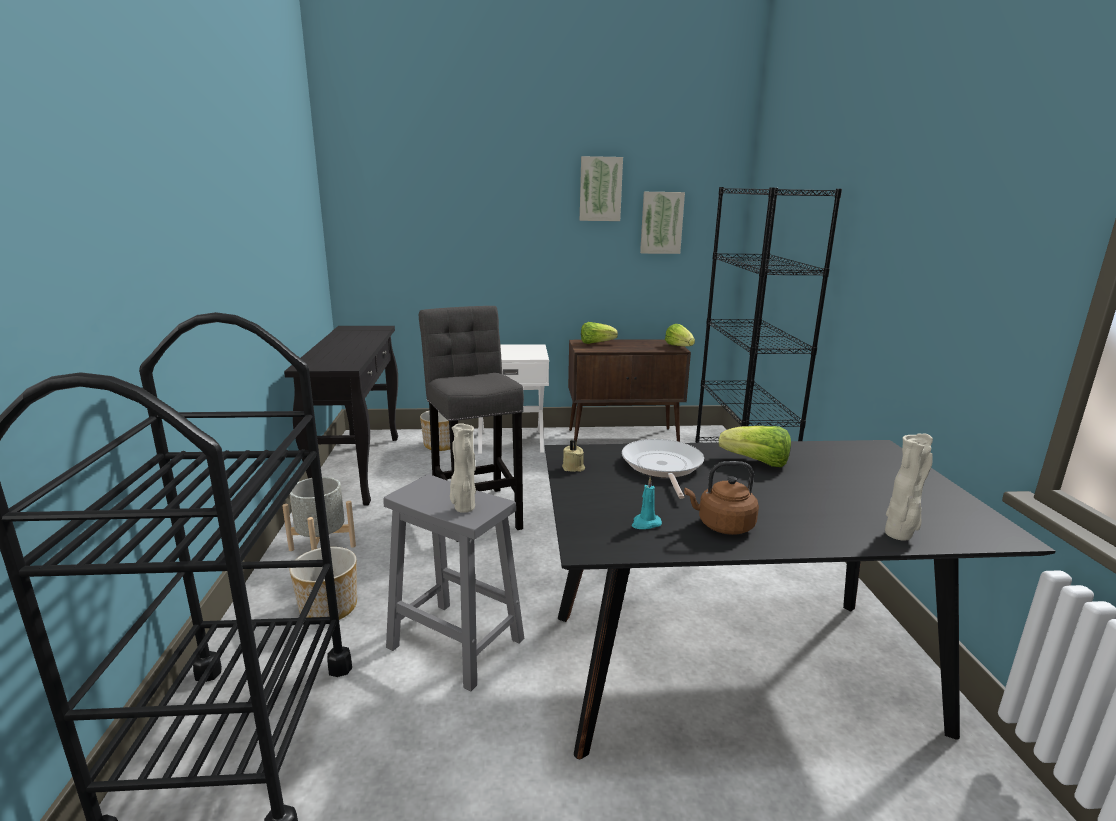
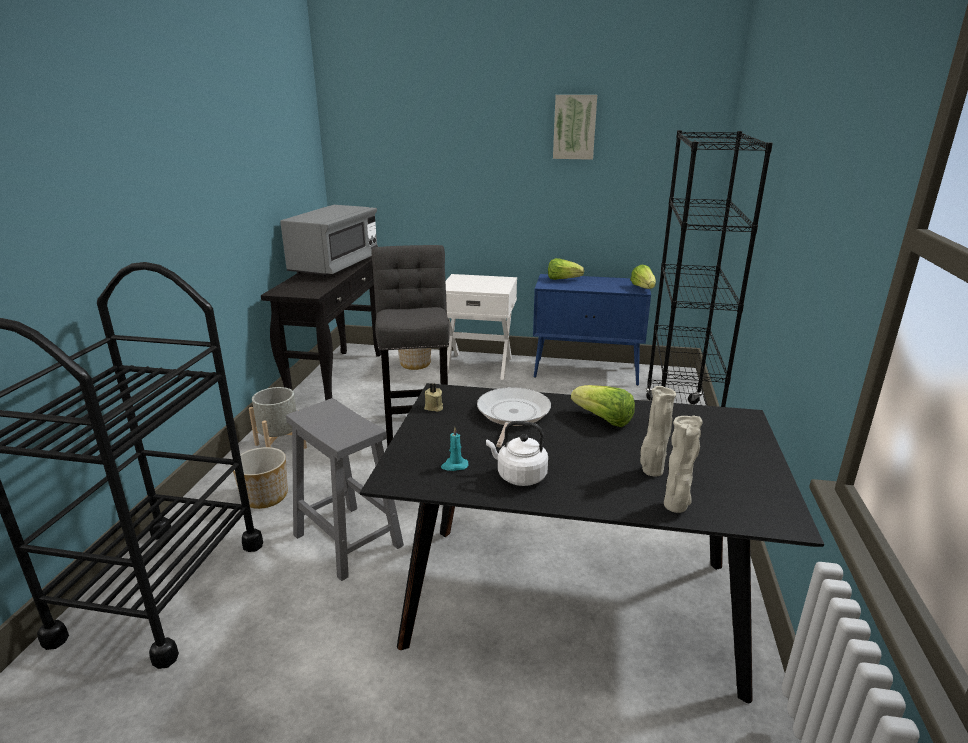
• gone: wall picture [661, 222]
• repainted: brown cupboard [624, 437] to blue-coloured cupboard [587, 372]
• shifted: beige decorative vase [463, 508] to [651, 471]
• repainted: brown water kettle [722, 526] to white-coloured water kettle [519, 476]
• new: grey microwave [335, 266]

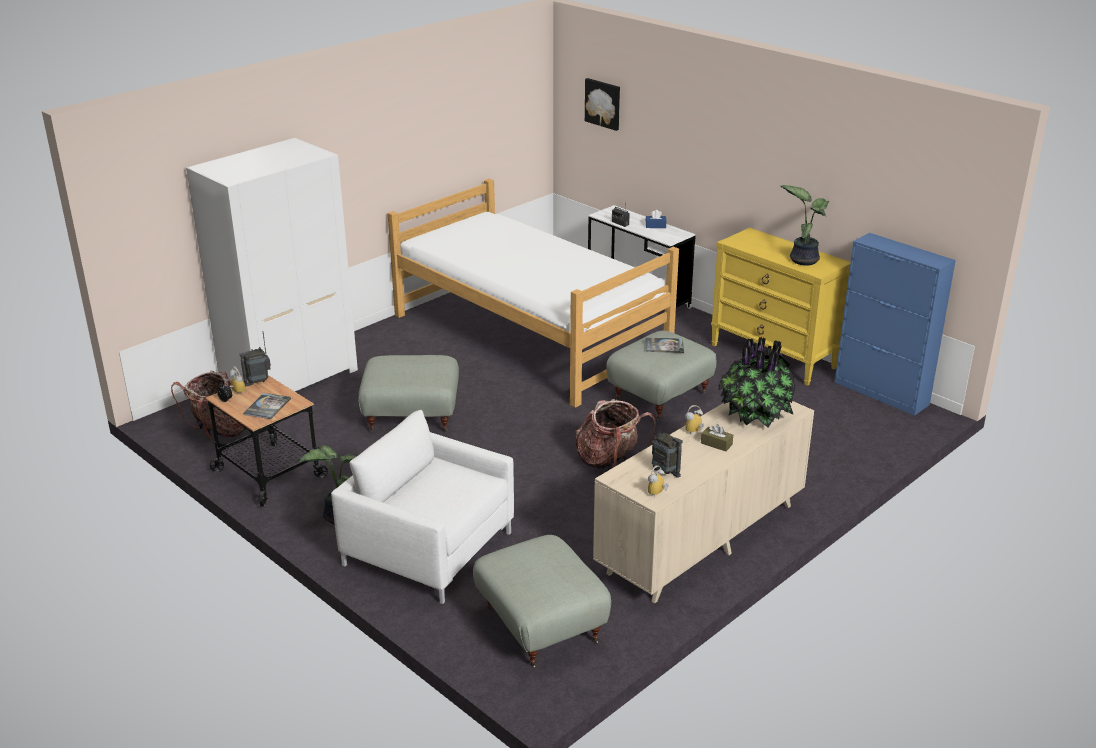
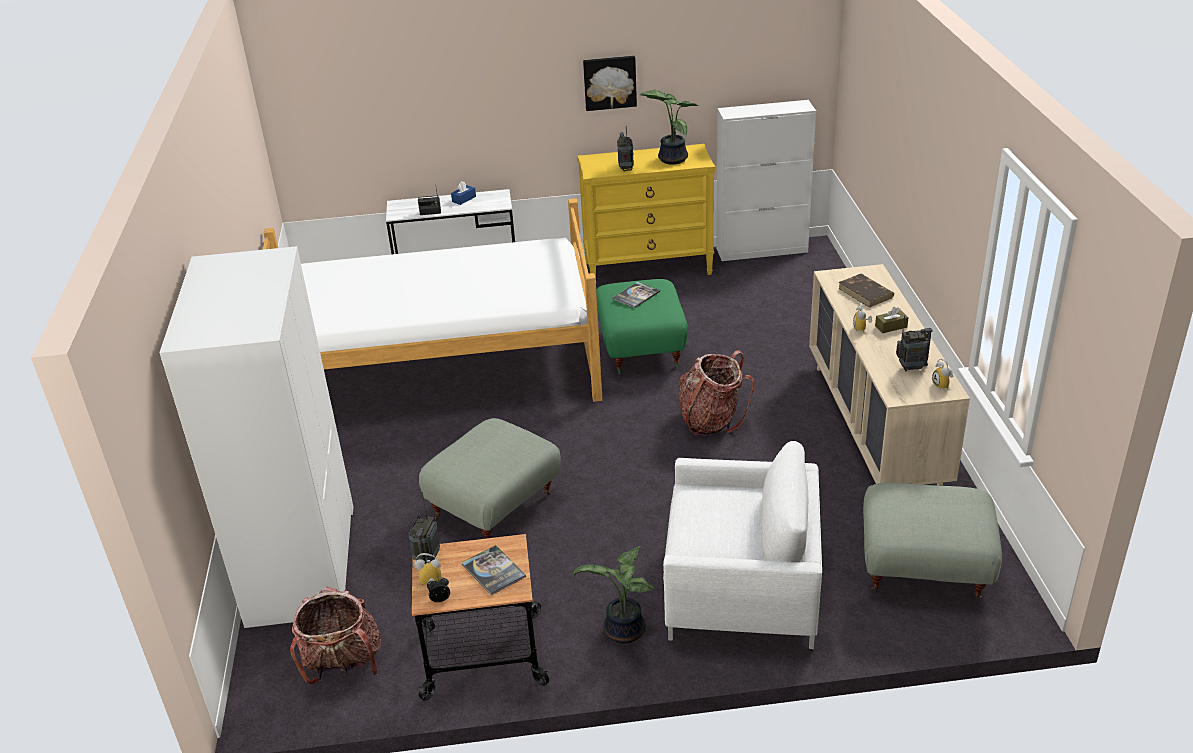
• shifted: wall picture [603, 103] to [609, 82]
• repainted: blue-coloured cupboard [881, 393] to white-coloured cupboard [762, 250]
• repainted: grey footrest [659, 396] to green-coloured footrest [640, 349]
• swapped: potted plant [753, 417] to brown bound book [866, 293]
• rotated: white-coloured lounge chair [428, 549] = [742, 590] 150 degrees counterclockwise
• new: radio [626, 169]

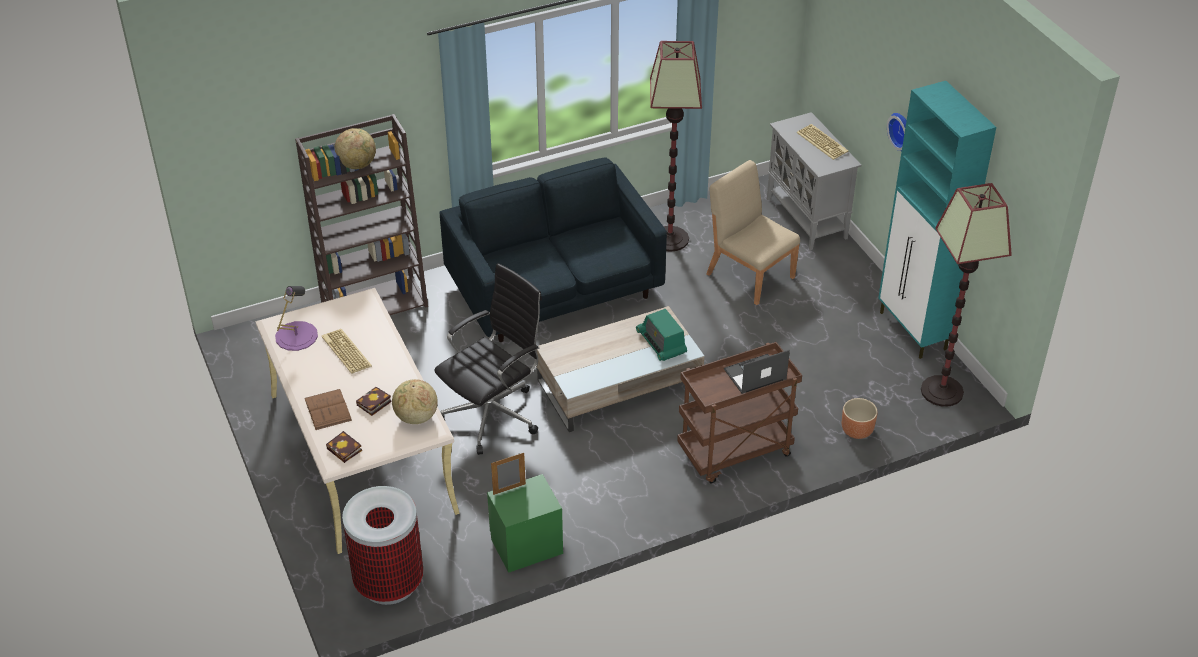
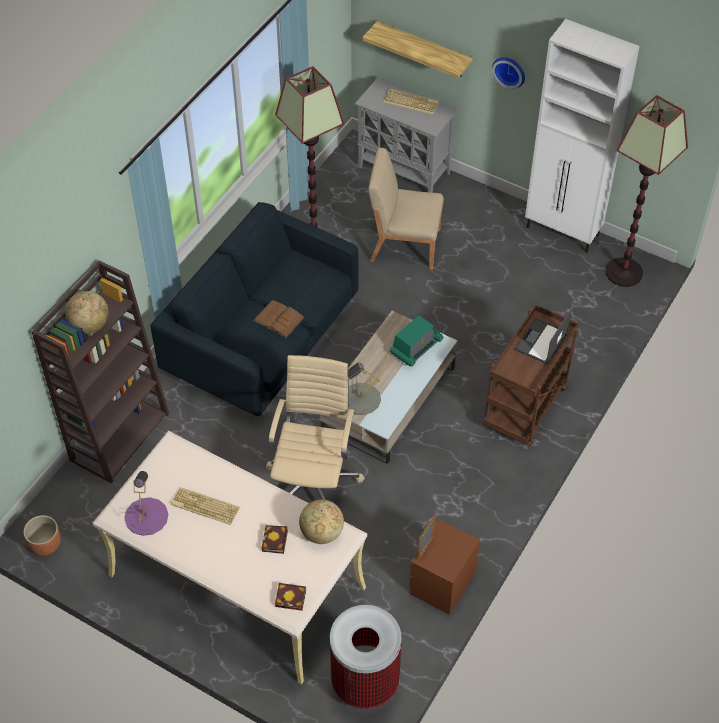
• repainted: turquoise cupboard [913, 331] to white-coloured cupboard [563, 231]
• repainted: black computer chair [493, 414] to beige computer chair [313, 482]
• rotated: radio [661, 343] = [416, 347] 75 degrees counterclockwise
• shifted: brown bound book [328, 409] to [279, 318]
• shifted: brown planter [856, 430] to [45, 544]
• repainted: green-coloured bedside table [526, 545] to brown bedside table [441, 582]
• new: bracket shelf [423, 50]
• new: grey tabletop lamp [361, 399]

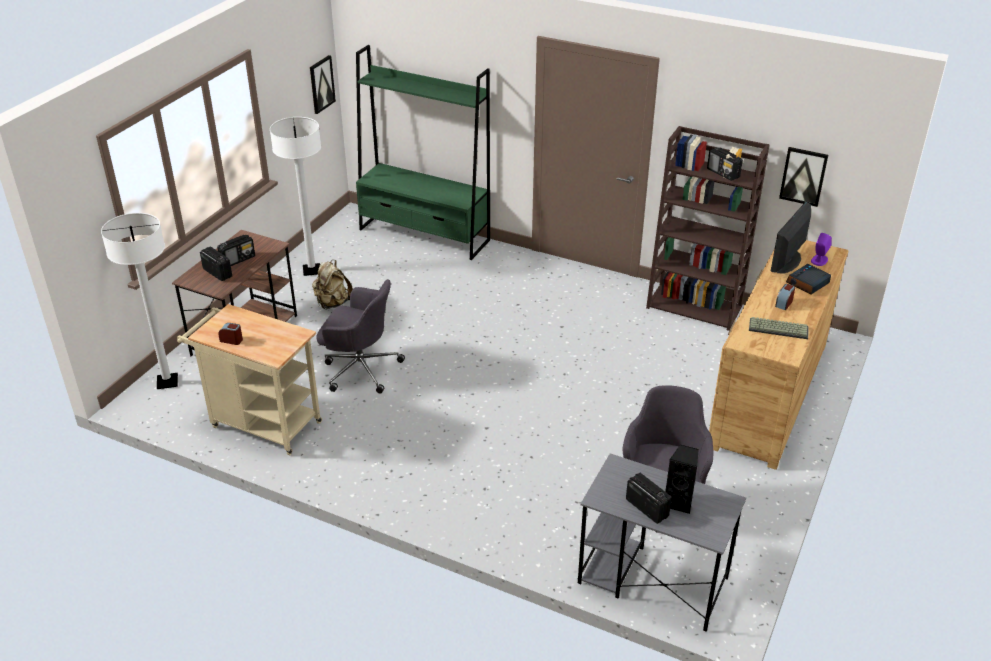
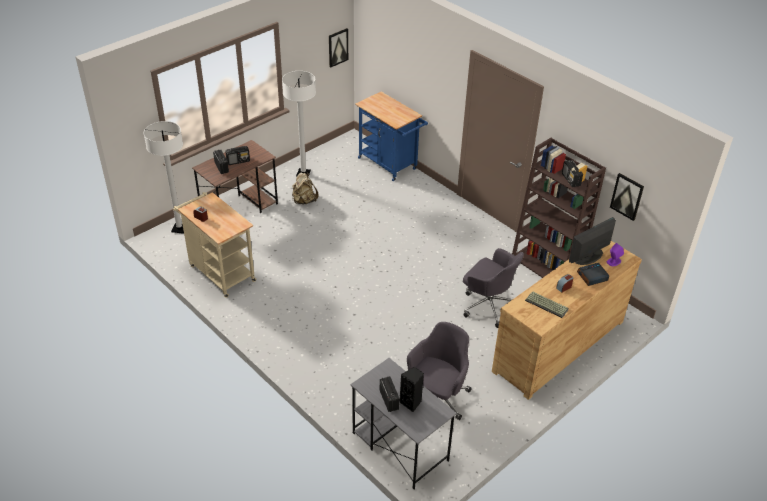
• swapped: green-coloured bookshelf [424, 235] to blue-coloured trolley [390, 165]
• shifted: grey computer chair [360, 368] to [488, 304]

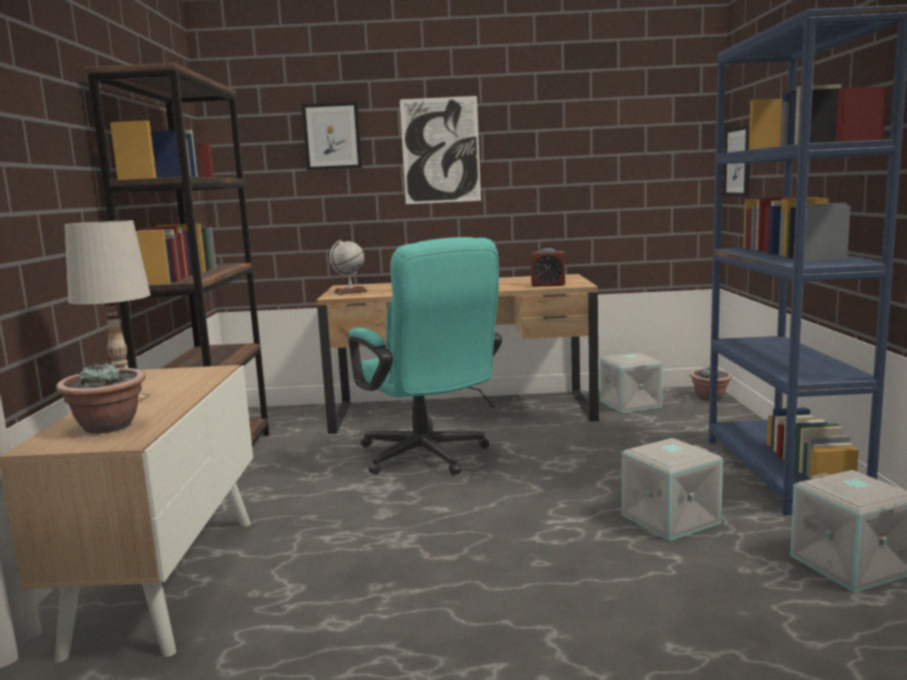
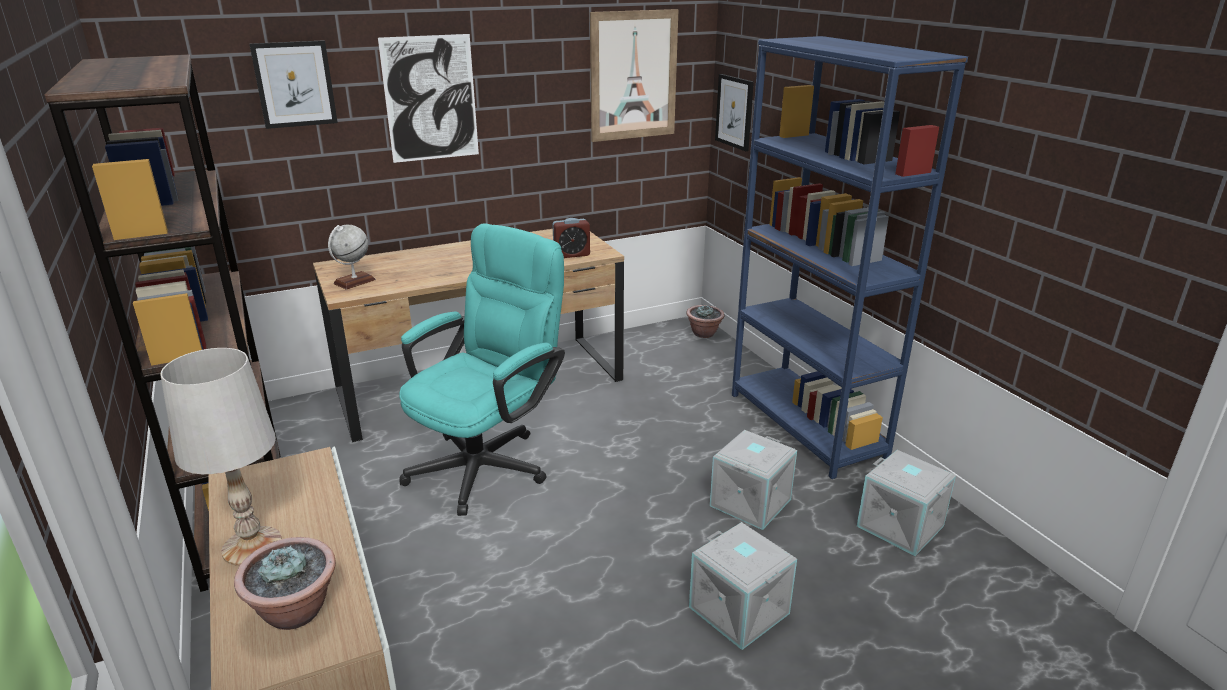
• rotated: turquoise computer chair [428, 458] = [489, 462] 90 degrees counterclockwise
• shifted: grey storage box [631, 404] to [740, 610]
• new: wall picture [633, 76]

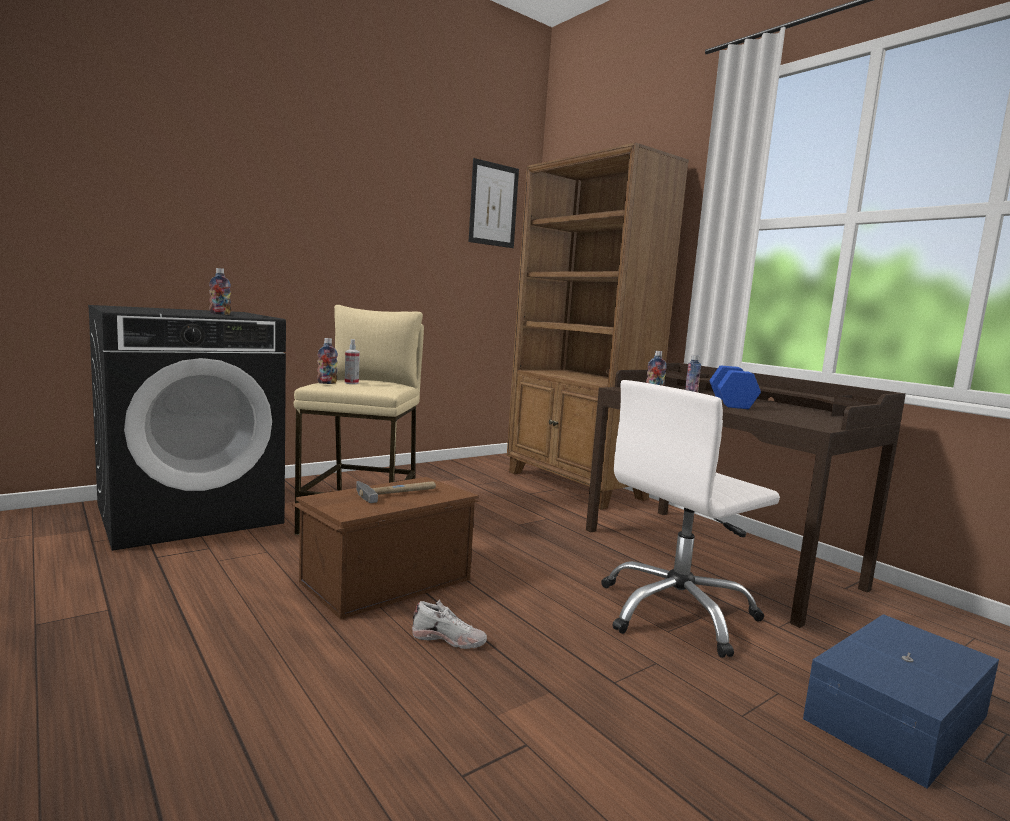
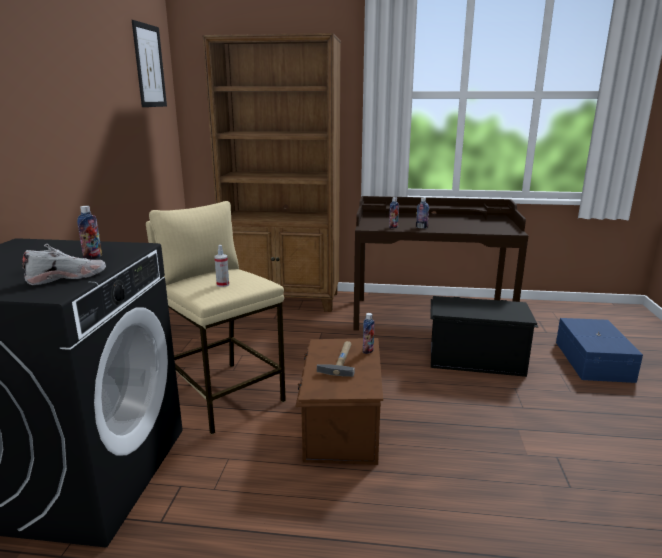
• shifted: drink bottle [327, 383] to [368, 350]
• gone: blue-coloured hand weight [732, 403]
• swapped: white-coloured computer chair [677, 613] to black storage box [475, 358]
• shifted: white-coloured item of footwear [449, 639] to [67, 277]

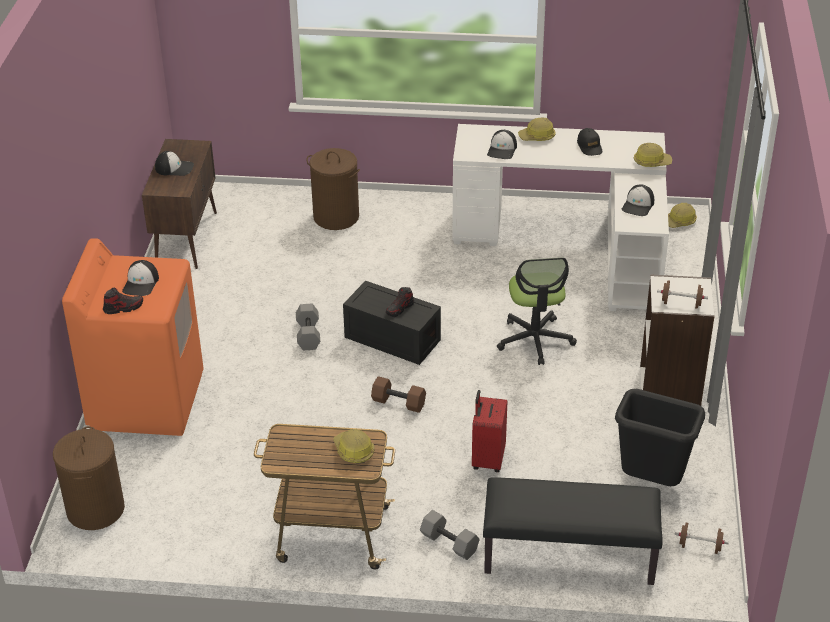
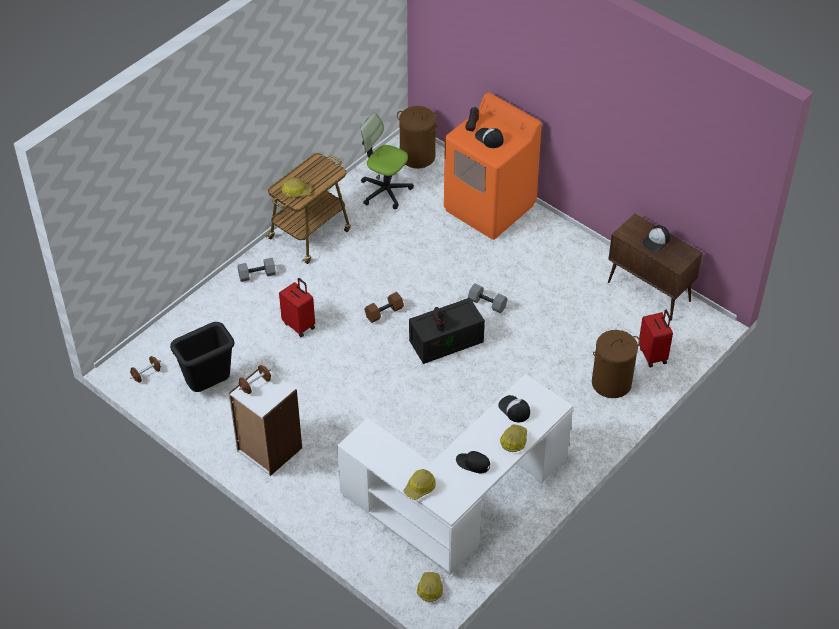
• gone: baseball cap [638, 205]
• shifted: computer chair [535, 340] to [385, 190]
• gone: black indoor bench [568, 556]
• new: reddish suitcase [653, 355]

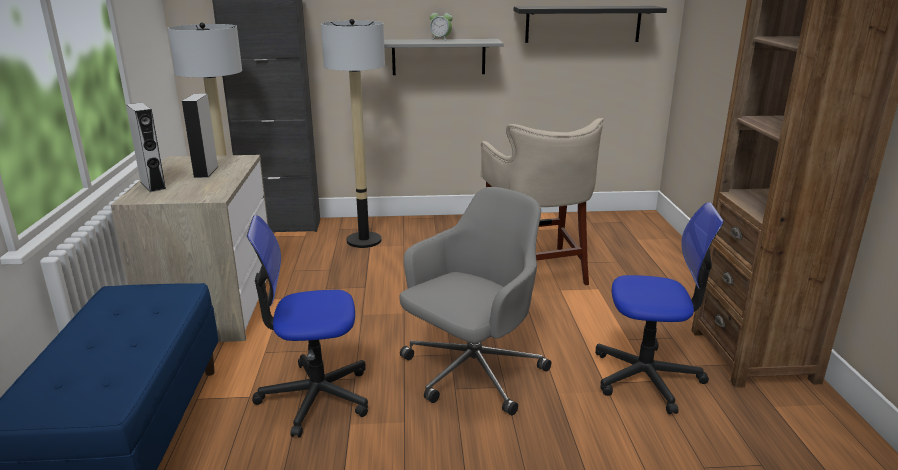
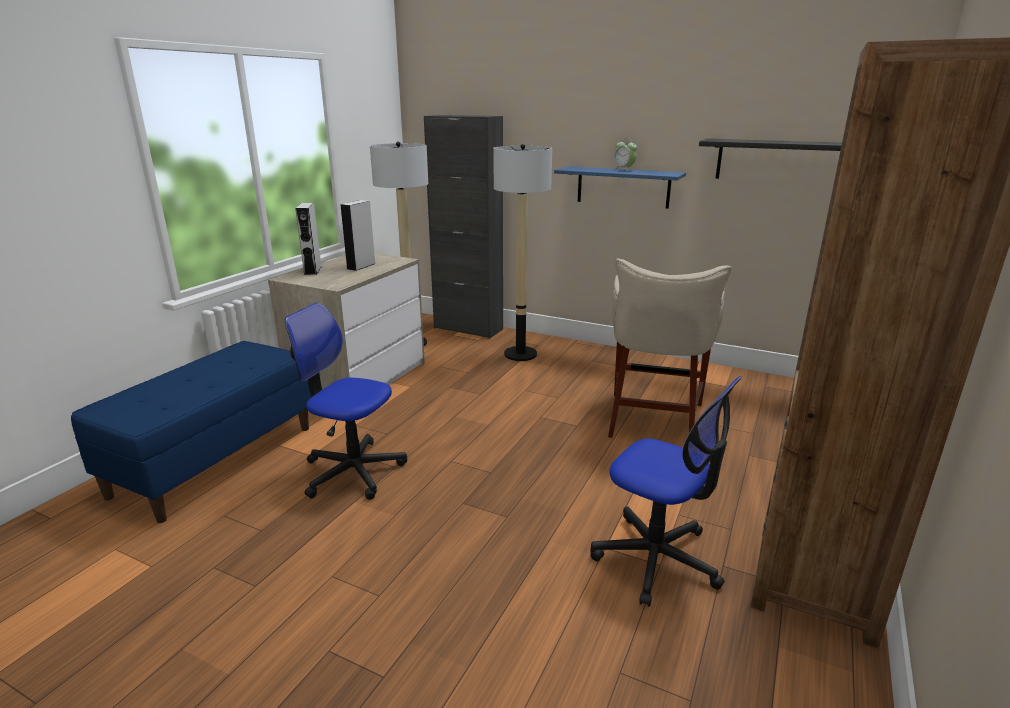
• repainted: grey bracket shelf [438, 57] to blue-coloured bracket shelf [623, 187]
• gone: grey computer chair [471, 373]

